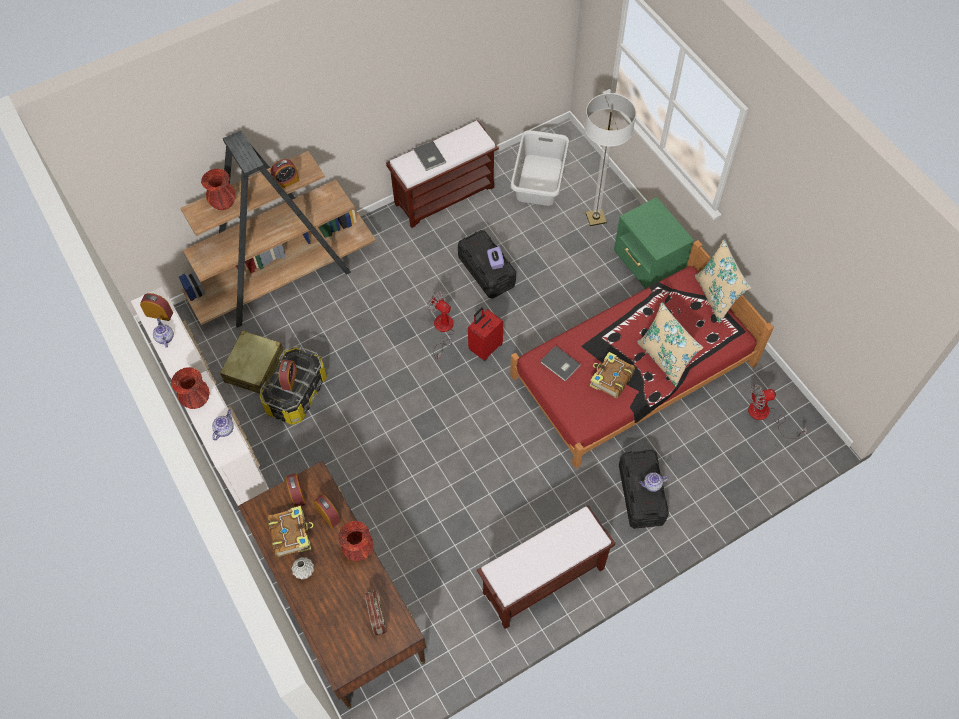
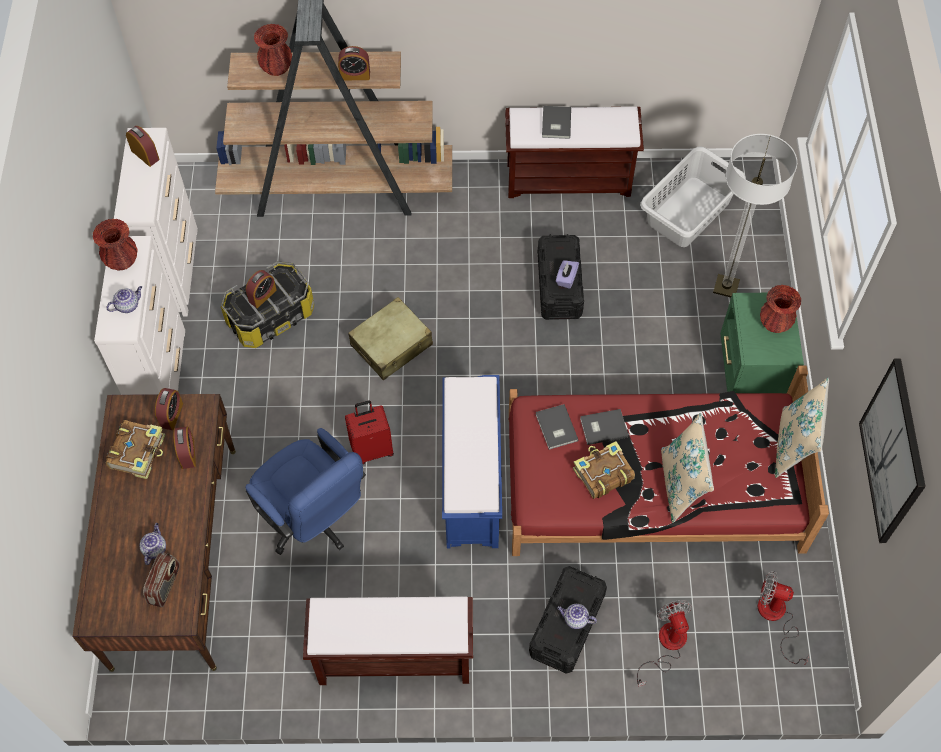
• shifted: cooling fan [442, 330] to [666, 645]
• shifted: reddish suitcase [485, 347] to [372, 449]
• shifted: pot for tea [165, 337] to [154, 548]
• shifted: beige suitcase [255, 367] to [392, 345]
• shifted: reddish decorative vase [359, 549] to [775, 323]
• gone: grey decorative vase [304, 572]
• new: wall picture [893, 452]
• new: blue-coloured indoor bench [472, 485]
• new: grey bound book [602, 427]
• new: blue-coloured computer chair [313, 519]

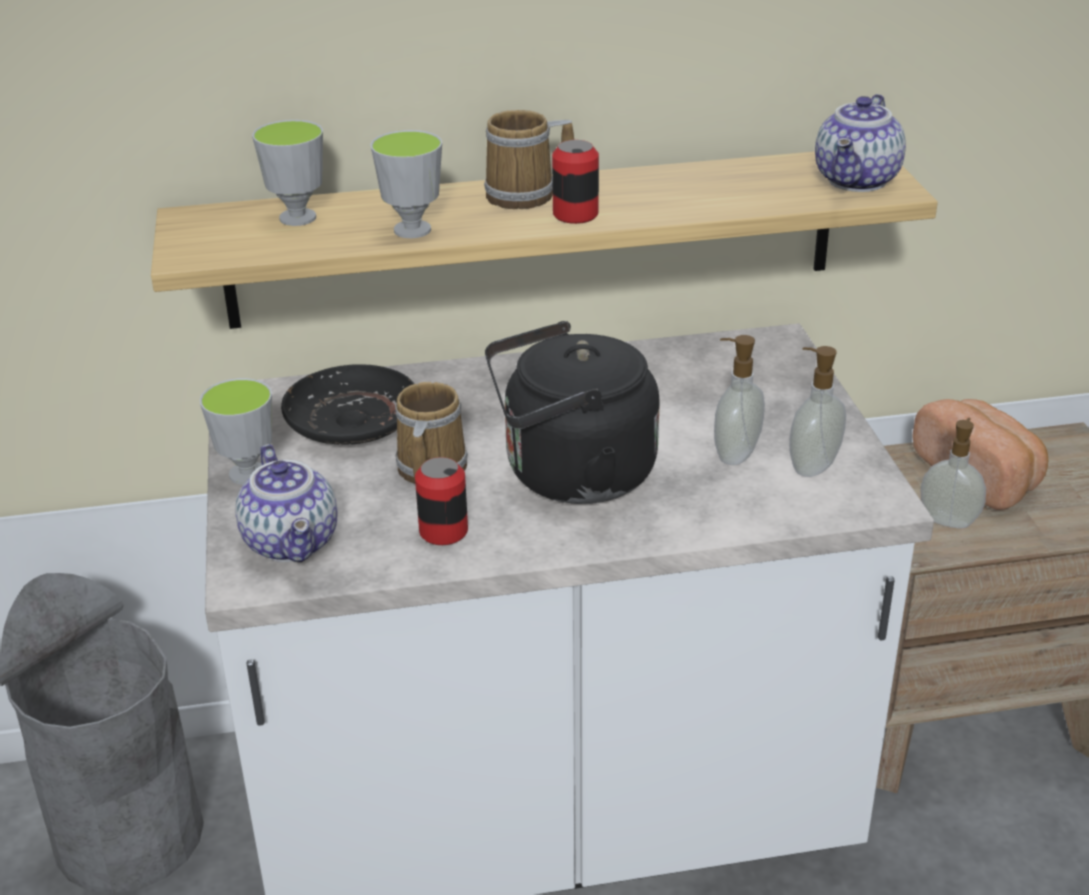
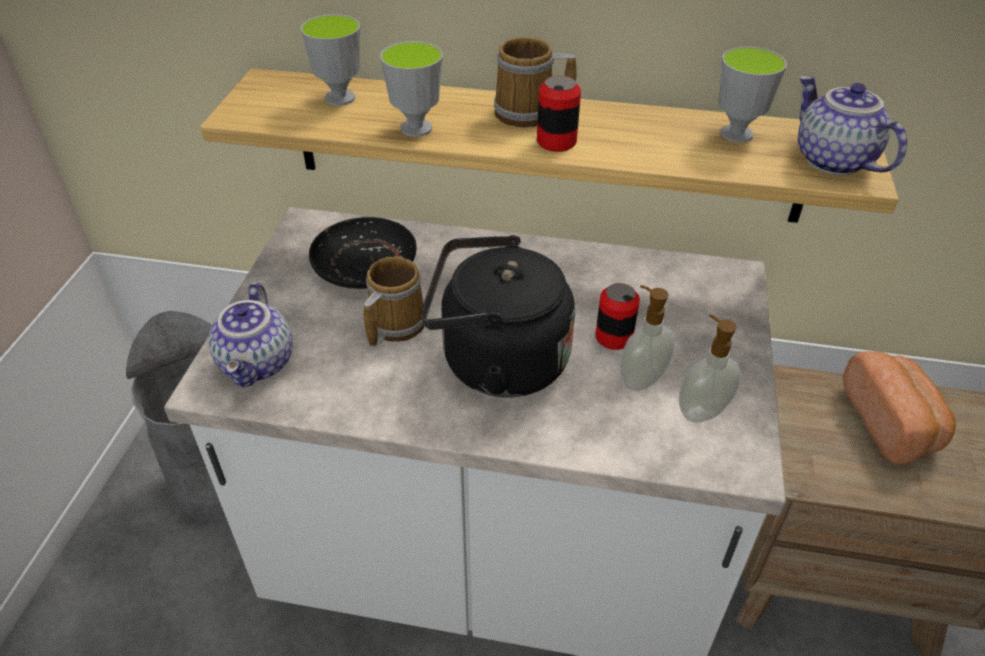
• rotated: pot for tea [858, 181] = [831, 160] 105 degrees clockwise
• shifted: cup [248, 474] to [736, 134]
• gone: liquid soap bottle [948, 520]
• shifted: metal can [443, 531] to [614, 337]

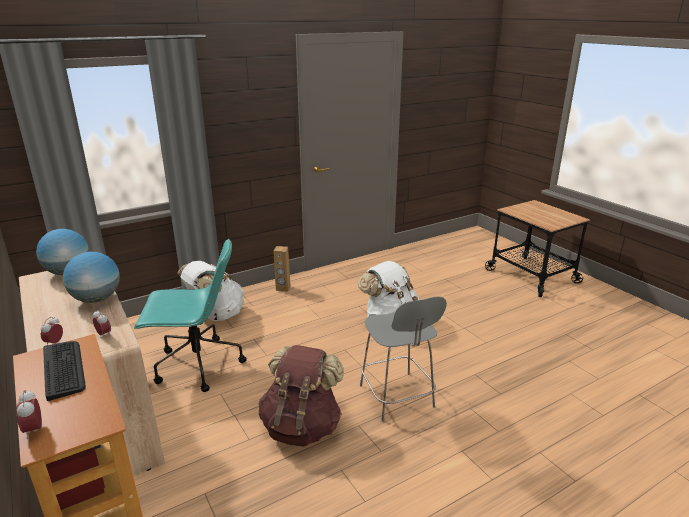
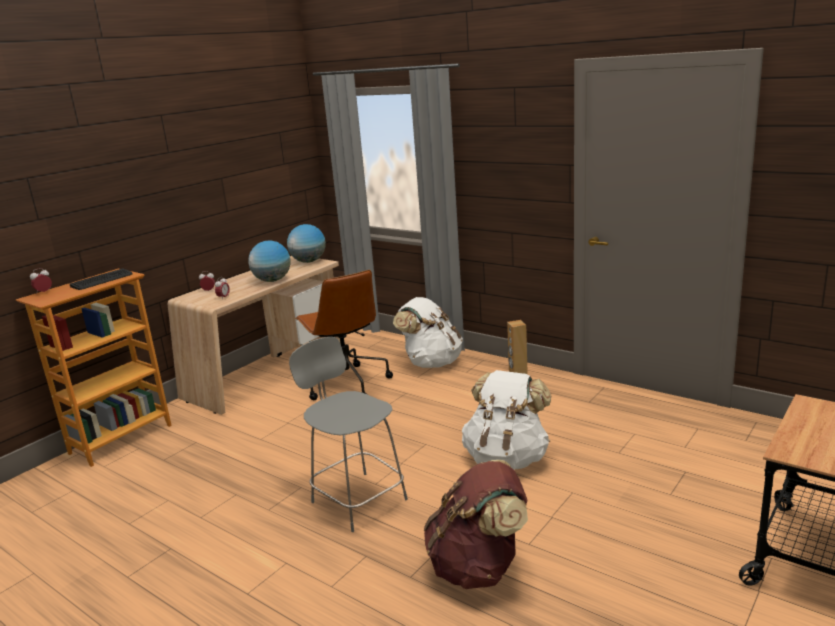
• repainted: turquoise computer chair [197, 365] to brown computer chair [346, 384]
• rotated: grey chair [397, 398] = [357, 499] 90 degrees clockwise
• shifted: brown knapsack [302, 427] to [478, 567]

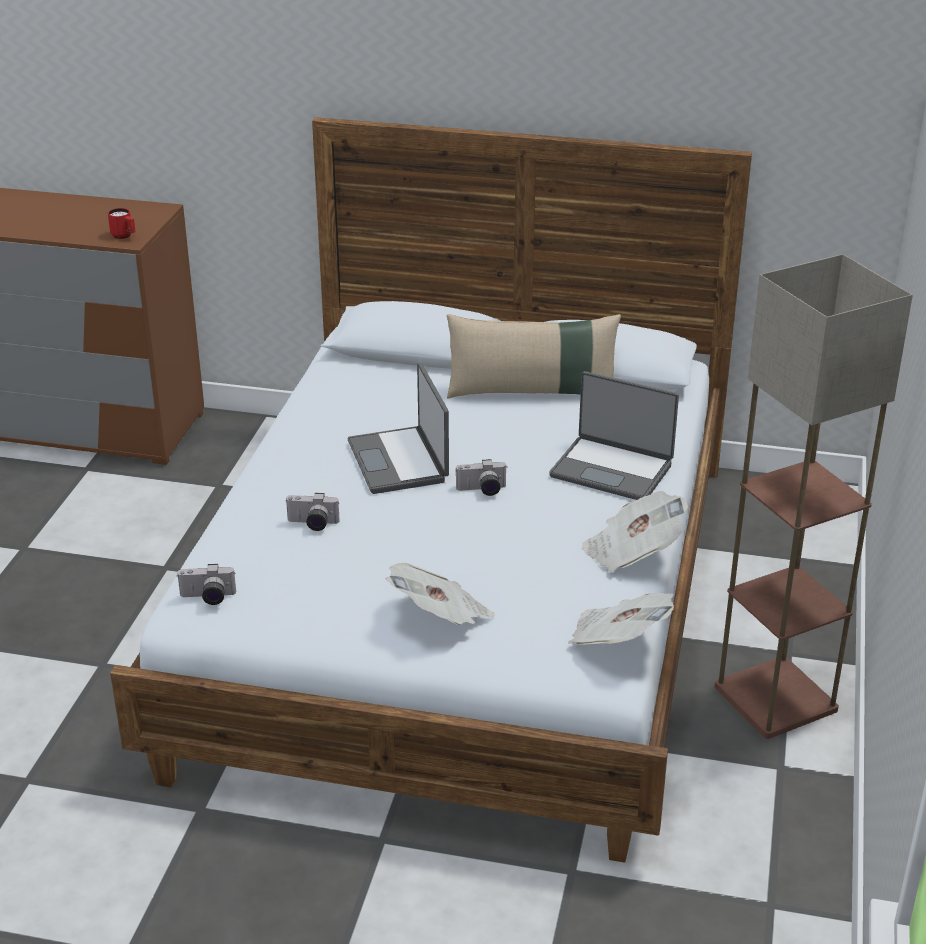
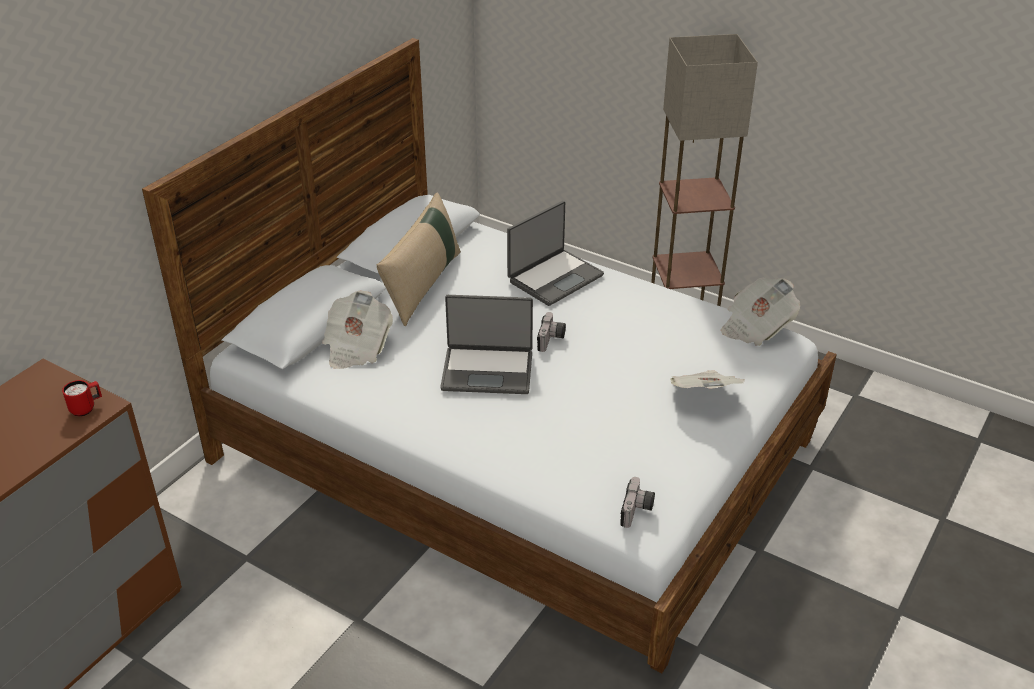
• shifted: daily paper [632, 552] to [356, 347]
• gone: still camera [312, 524]

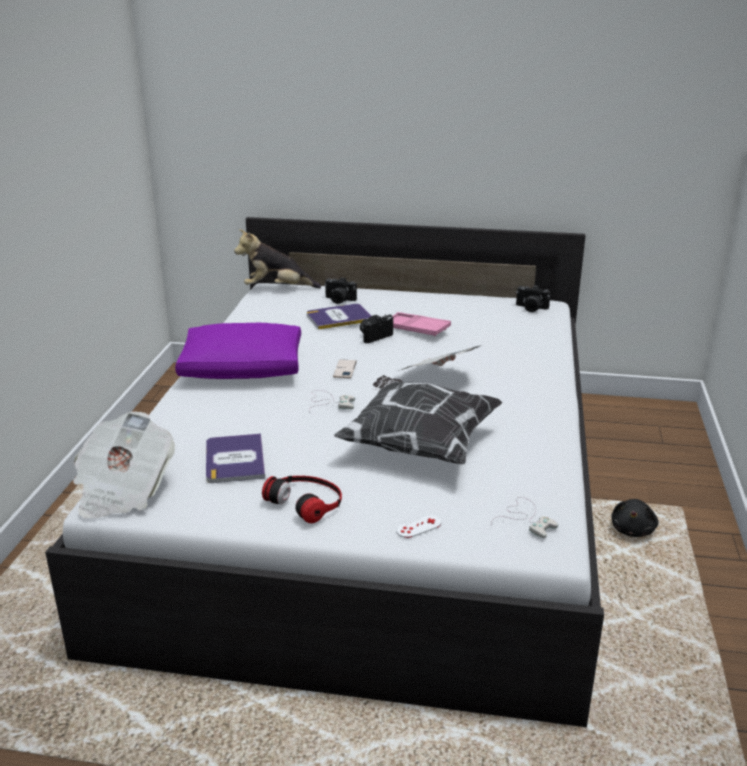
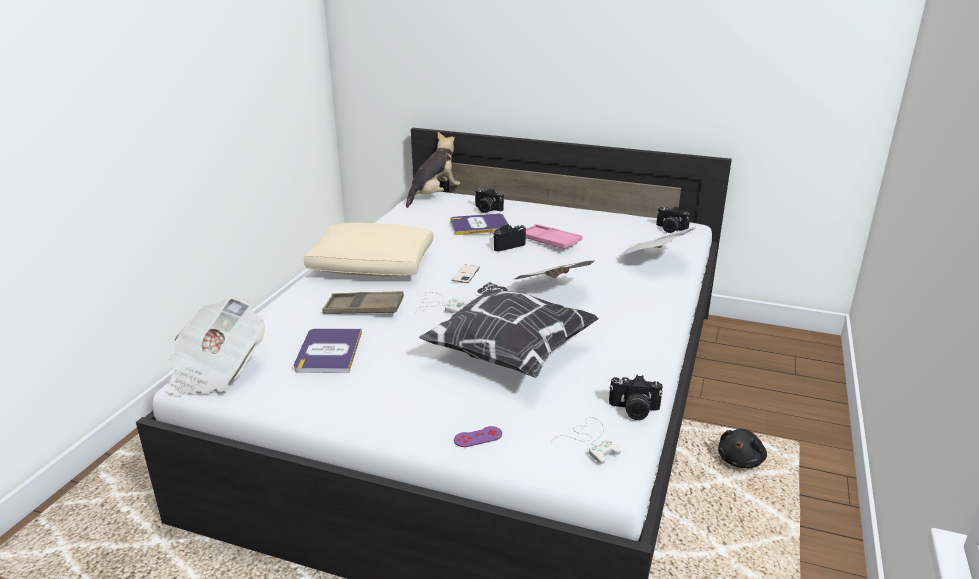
• rotated: cuddly toy [277, 289] = [434, 196] 120 degrees clockwise
• repainted: purple throw pillow [243, 368] to beige throw pillow [373, 266]
• gone: headset [307, 501]
• repainted: white-coloured game controller [418, 527] to purple game controller [478, 437]
• new: daily paper [653, 260]
• new: brown carrying tray [364, 308]
• new: still camera [634, 410]

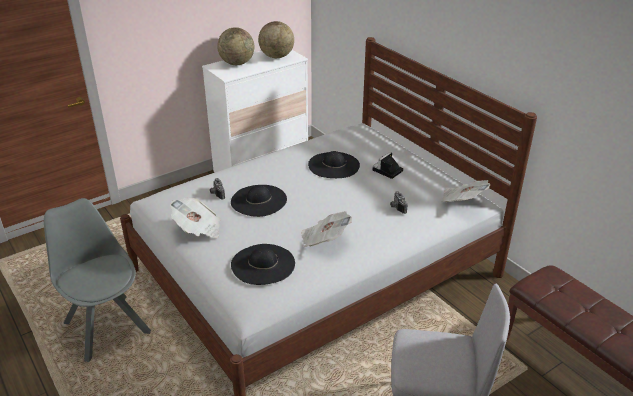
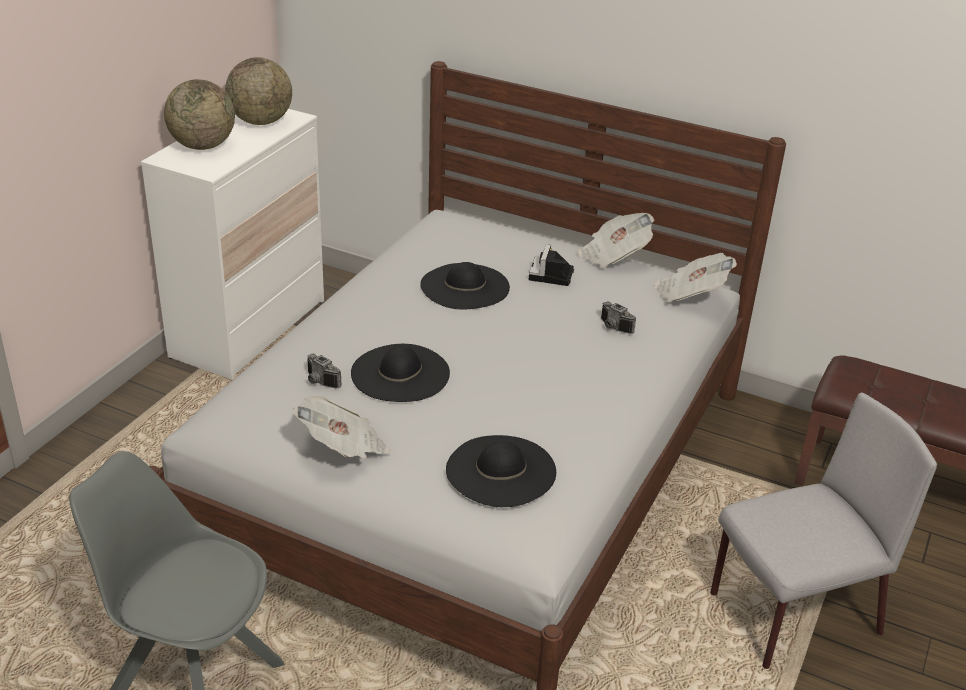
• shifted: daily paper [324, 240] to [613, 255]

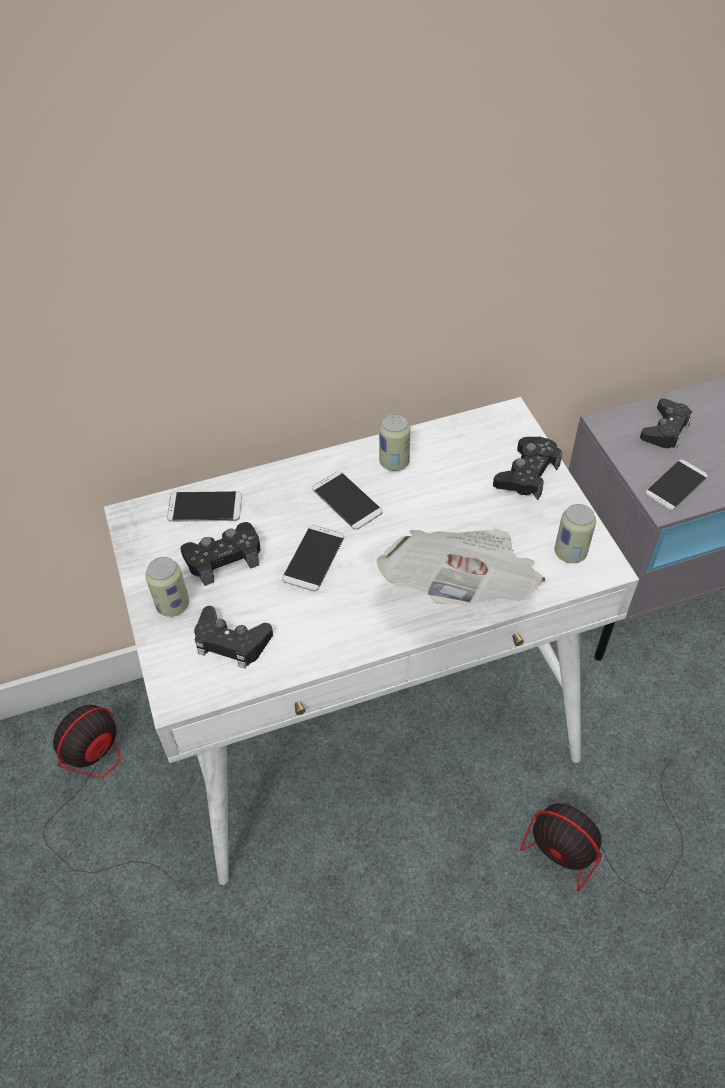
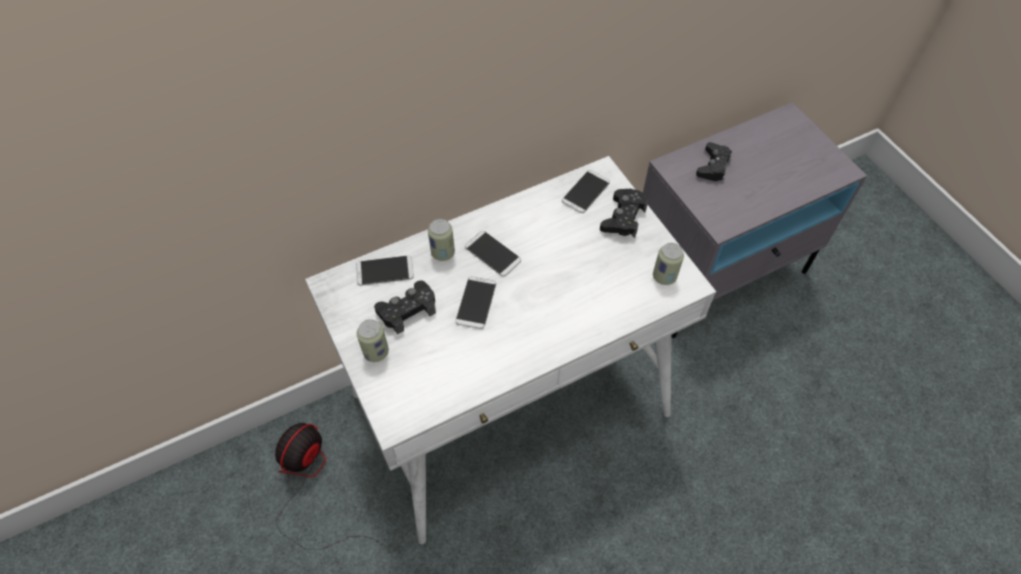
• shifted: metal can [394, 462] to [443, 253]
• shifted: handset [676, 485] to [585, 192]
• gone: daily paper [461, 588]
• gone: black game controller [231, 642]
• gone: cooling fan [594, 848]

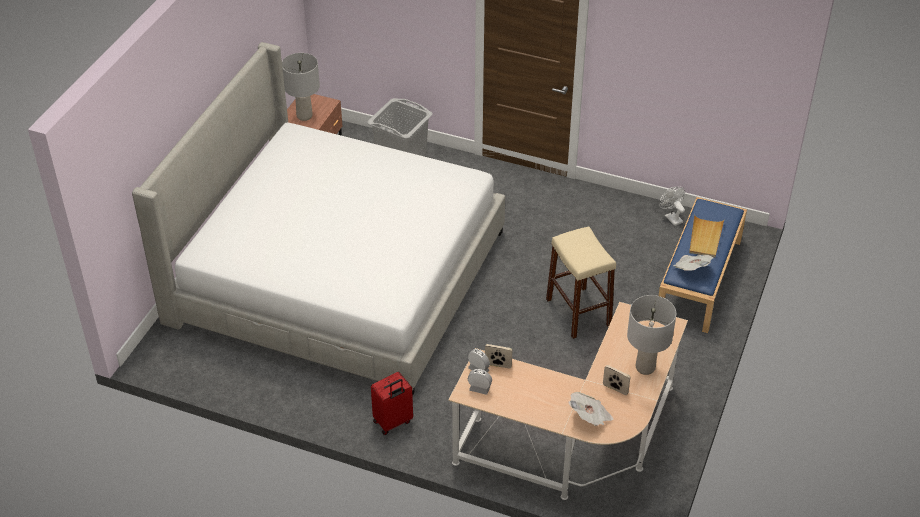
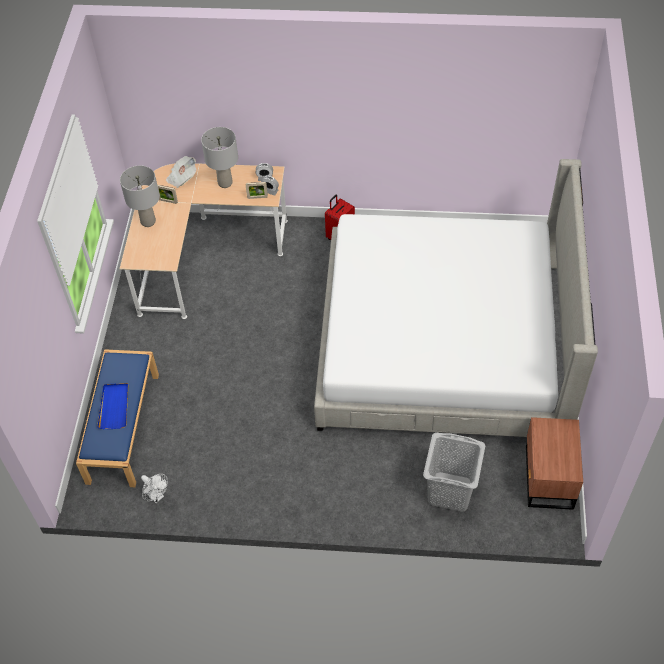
• shifted: grey tabletop lamp [304, 116] to [225, 183]
• repainted: beige carrying tray [705, 238] to blue-coloured carrying tray [114, 407]
• gone: beige sitting stool [578, 312]
• gone: daily paper [691, 269]

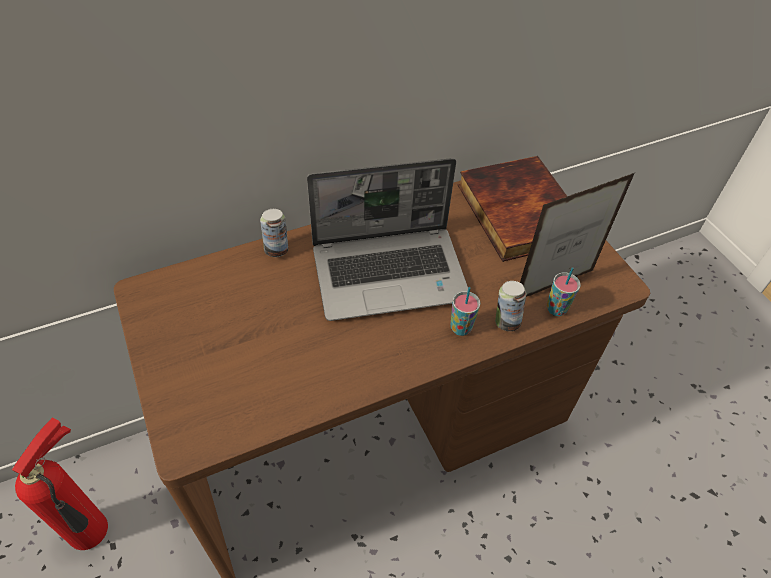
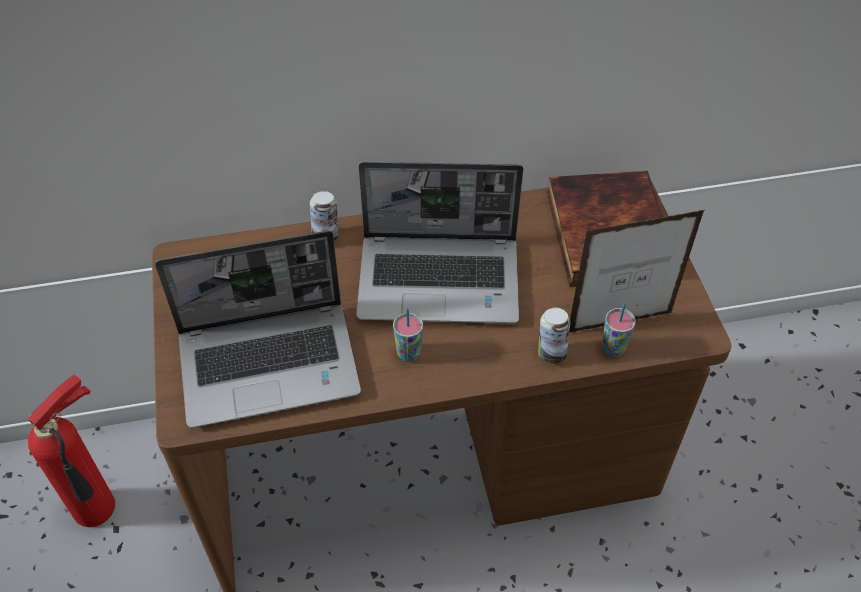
• shifted: cup [461, 328] to [408, 353]
• new: portable computer [271, 363]

